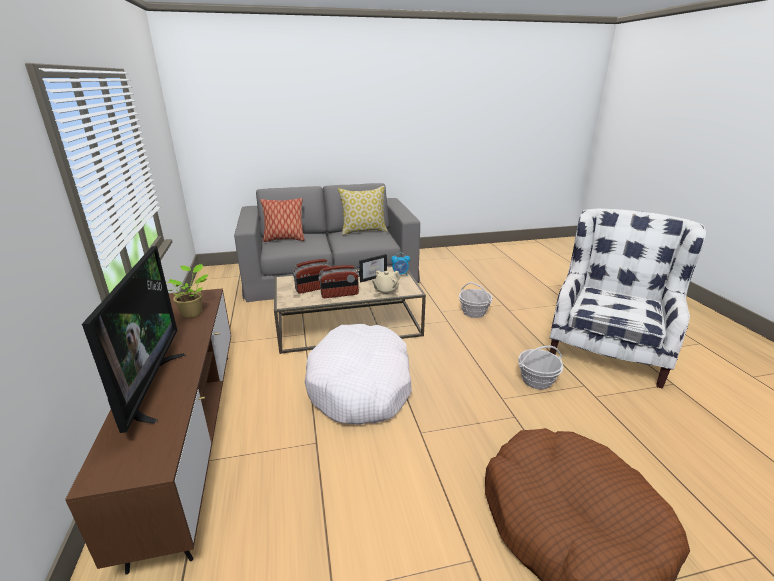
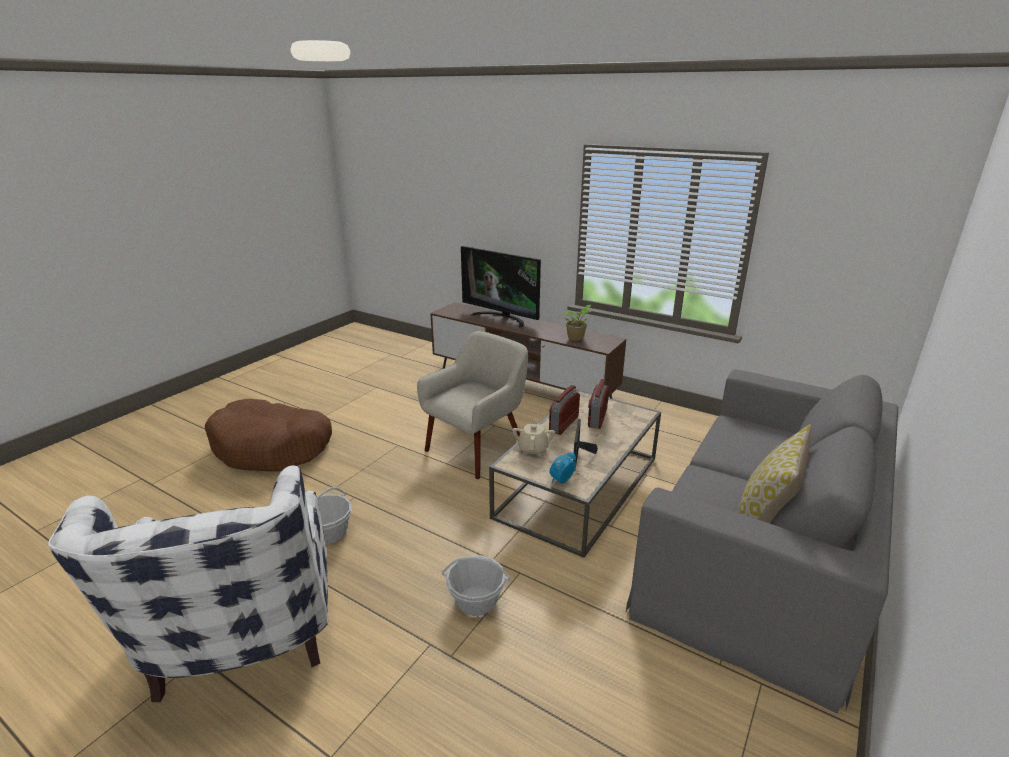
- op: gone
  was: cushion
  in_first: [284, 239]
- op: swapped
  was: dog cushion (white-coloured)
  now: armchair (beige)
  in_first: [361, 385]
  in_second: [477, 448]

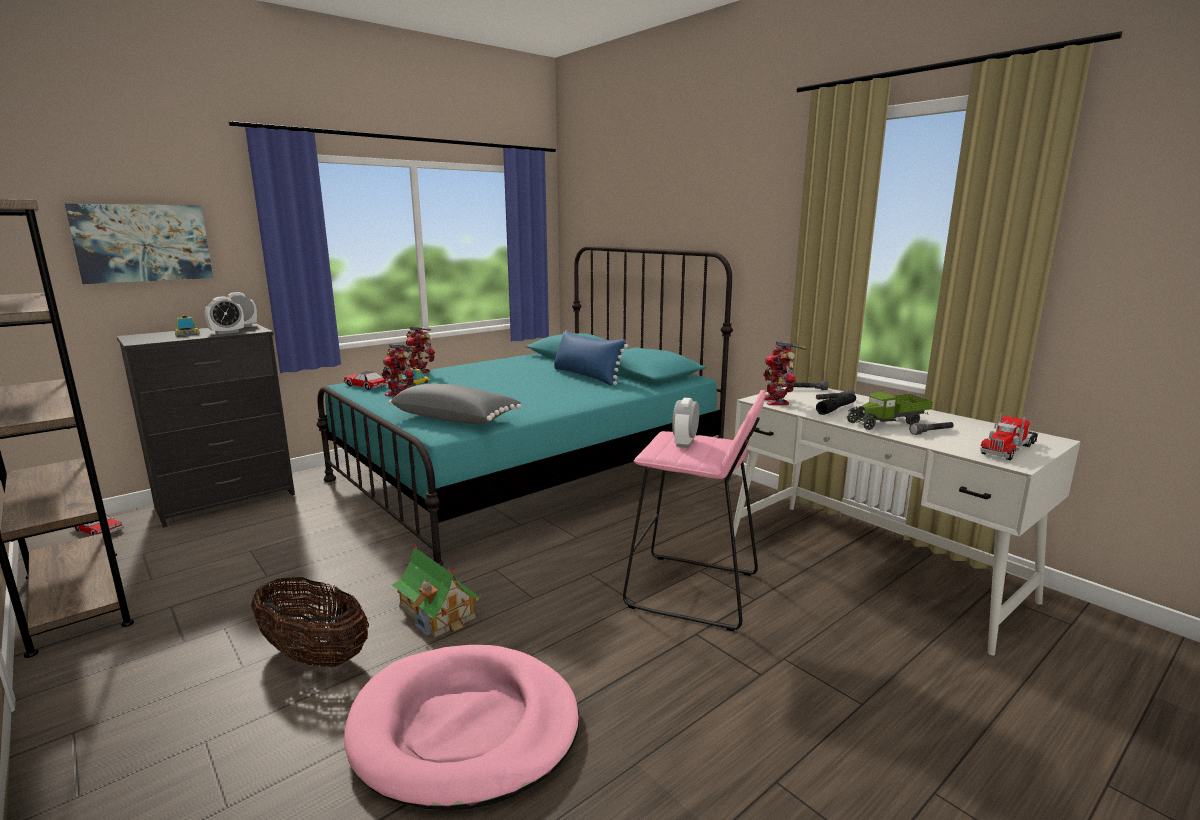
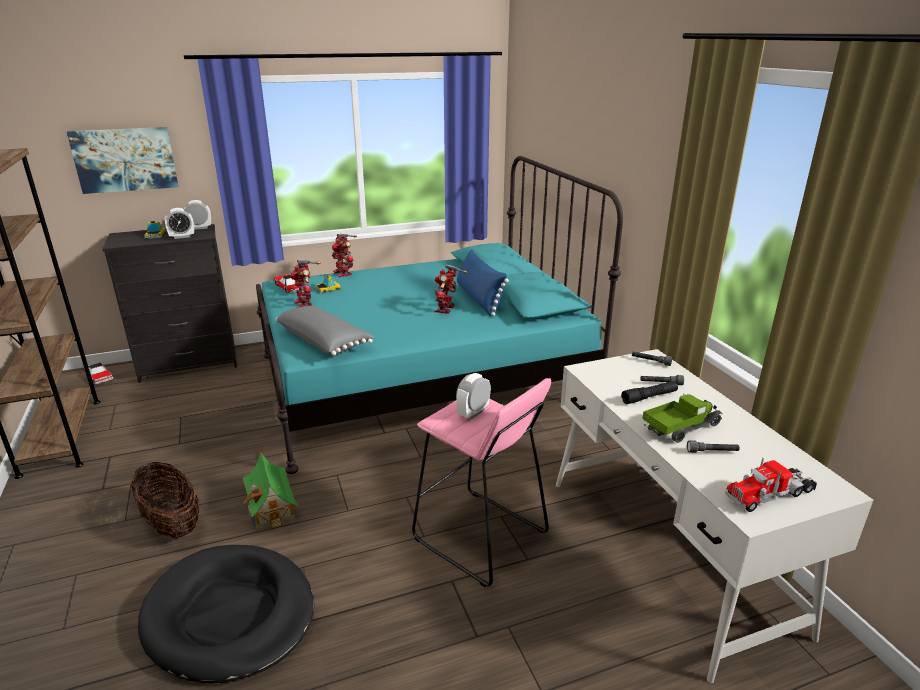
- op: shifted
  was: robot figure
  in_first: [777, 401]
  in_second: [446, 309]
- op: rotated
  was: toy truck
  in_first: [887, 423]
  in_second: [680, 428]
  clockwise: 150
- op: repainted
  was: dog cushion (pink)
  now: dog cushion (black)
  in_first: [465, 729]
  in_second: [230, 615]

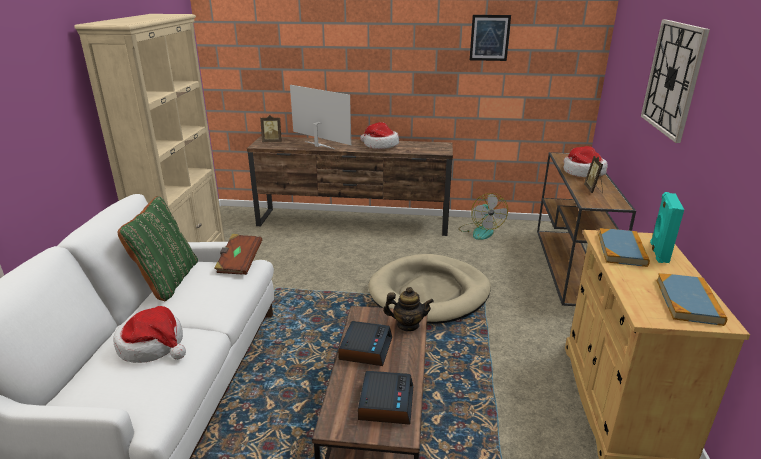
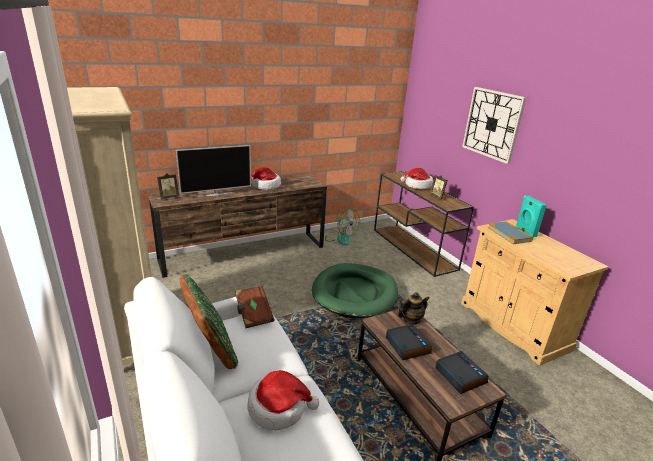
- op: gone
  was: wall art
  in_first: [489, 38]
- op: rotated
  was: TV set
  in_first: [319, 145]
  in_second: [216, 194]
  clockwise: 150
- op: repainted
  was: dog cushion (beige)
  now: dog cushion (green)
  in_first: [429, 293]
  in_second: [355, 293]
- op: gone
  was: bound book
  in_first: [688, 301]

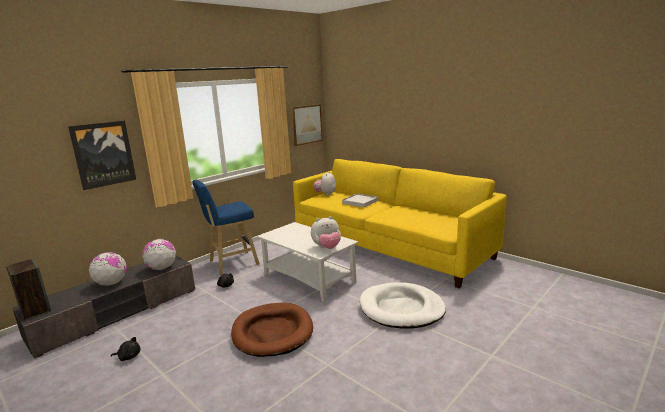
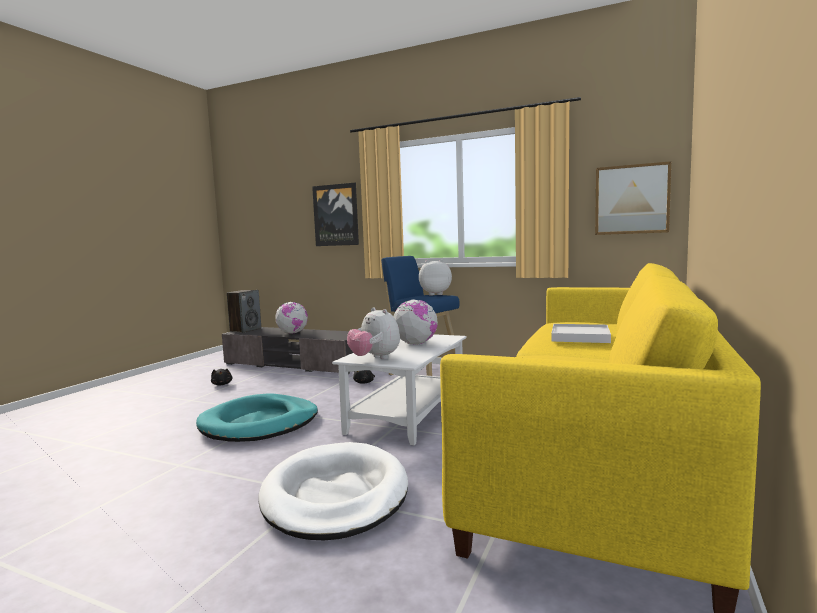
- op: shifted
  was: cuddly toy
  in_first: [325, 194]
  in_second: [435, 294]
- op: shifted
  was: globe
  in_first: [161, 268]
  in_second: [415, 344]
- op: repainted
  was: dog cushion (brownish)
  now: dog cushion (turquoise)
  in_first: [272, 332]
  in_second: [260, 423]

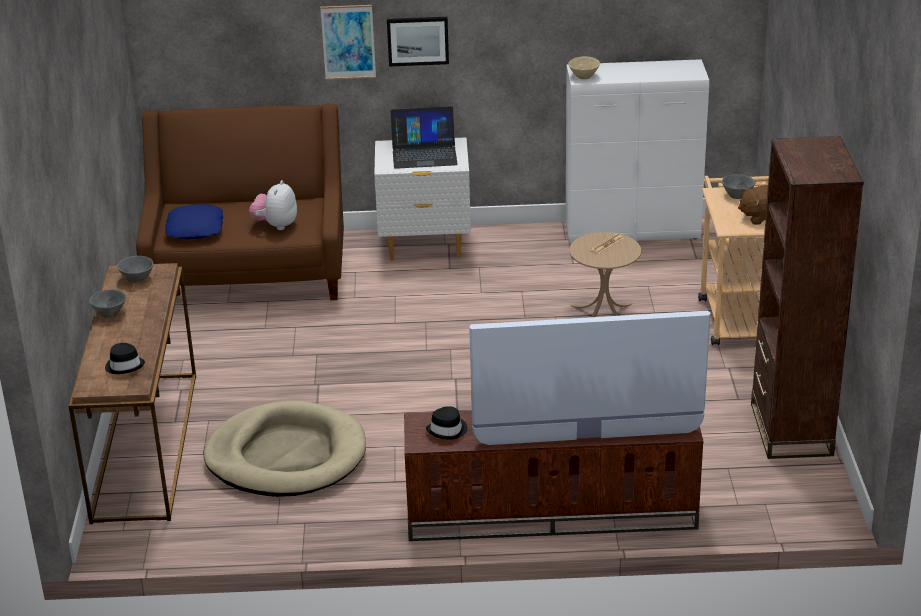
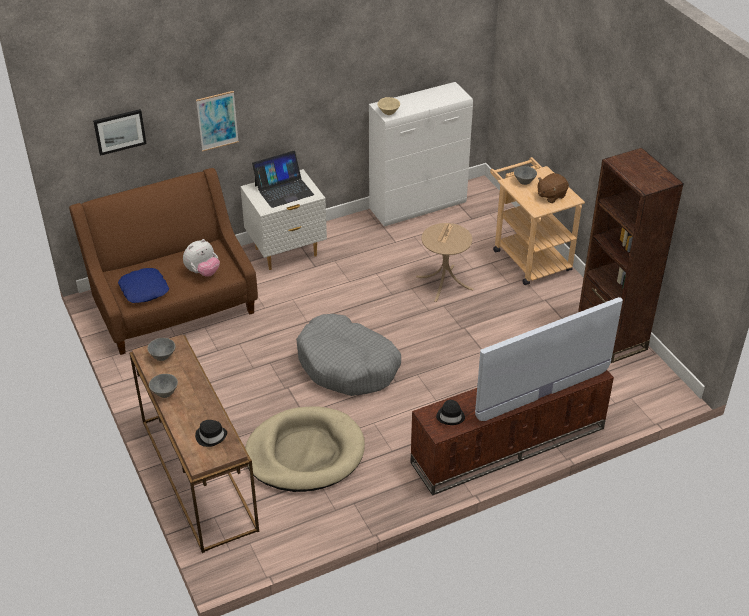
- op: shifted
  was: wall art
  in_first: [418, 40]
  in_second: [119, 131]
- op: rotated
  was: cuddly toy
  in_first: [276, 225]
  in_second: [203, 272]
  clockwise: -120
- op: new
  now: dog cushion (grey)
  in_second: [347, 365]

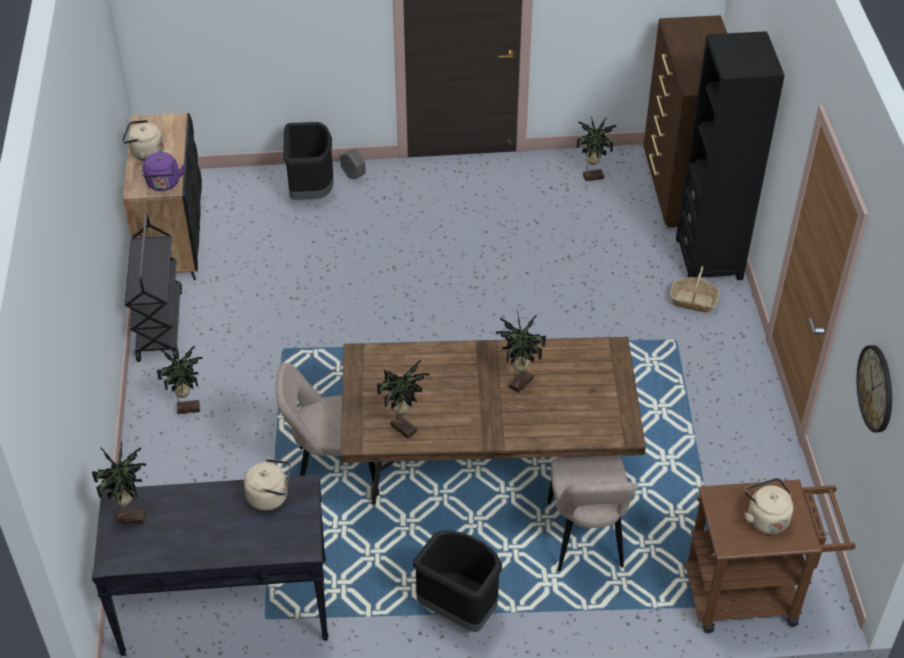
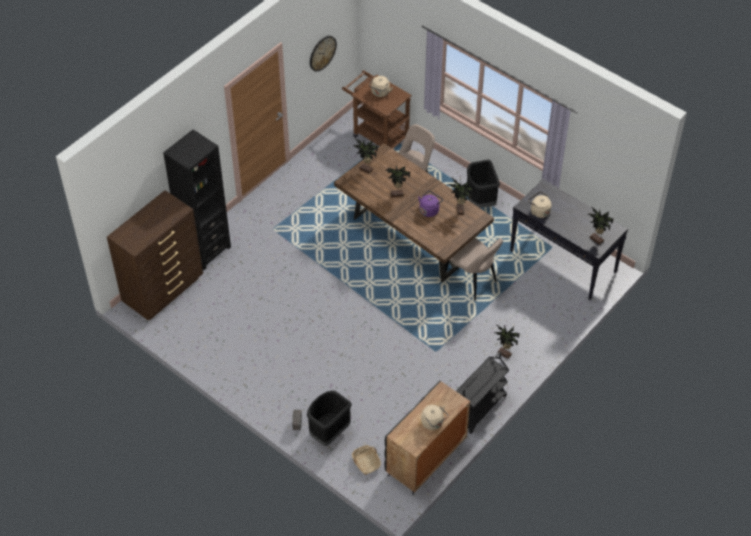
- op: shifted
  was: plant in a pot
  in_first: [592, 176]
  in_second: [365, 170]
- op: shifted
  was: water kettle (purple-coloured)
  in_first: [163, 184]
  in_second: [429, 210]
- op: shifted
  was: basket
  in_first: [693, 301]
  in_second: [366, 462]

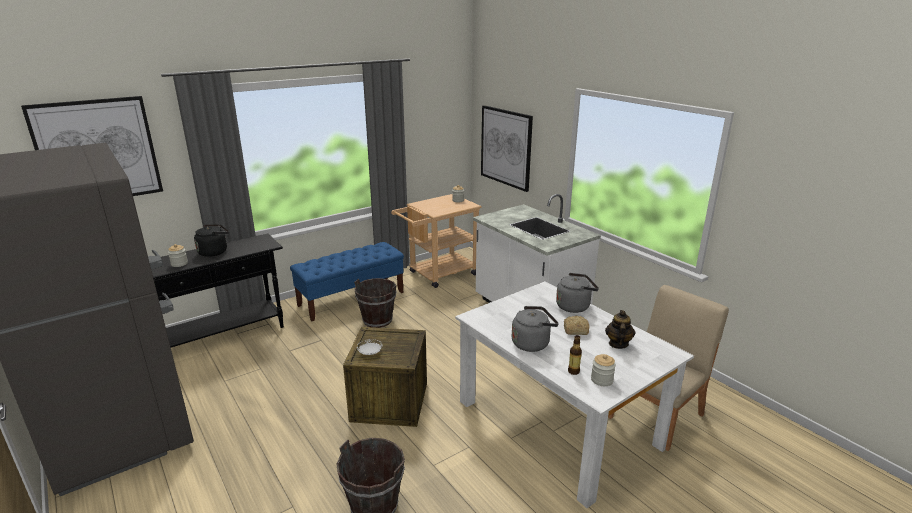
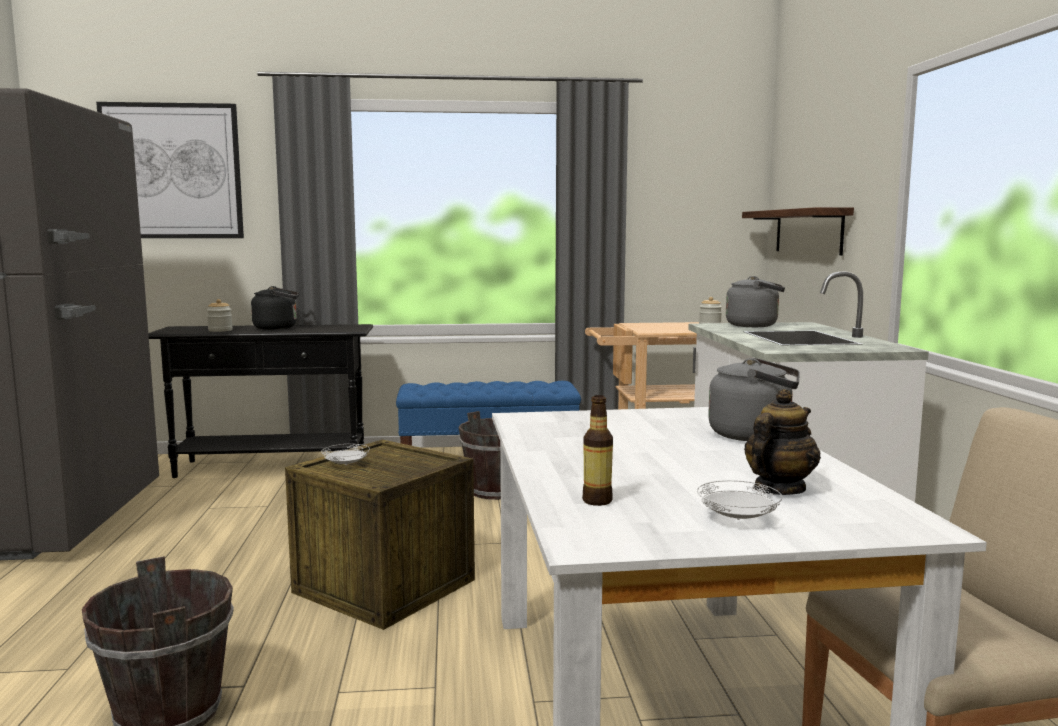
- op: swapped
  was: wall art
  now: wall shelf
  in_first: [506, 147]
  in_second: [808, 231]
- op: shifted
  was: water kettle (grey)
  in_first: [532, 343]
  in_second: [755, 325]
- op: gone
  was: baked bread
  in_first: [575, 330]
- op: gone
  was: preserve jar
  in_first: [601, 380]
- op: new
  now: flat dish (white-coloured)
  in_second: [737, 519]

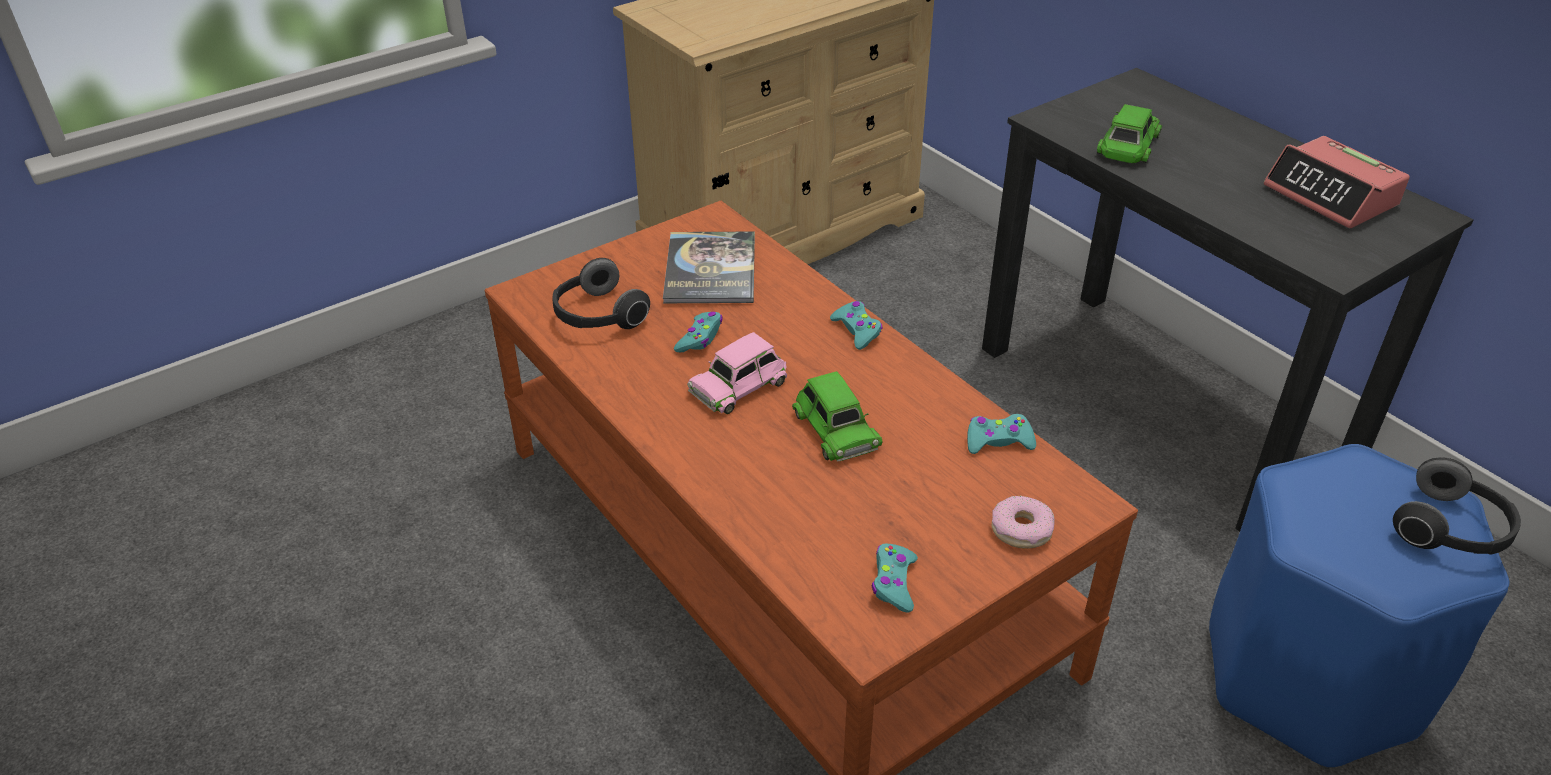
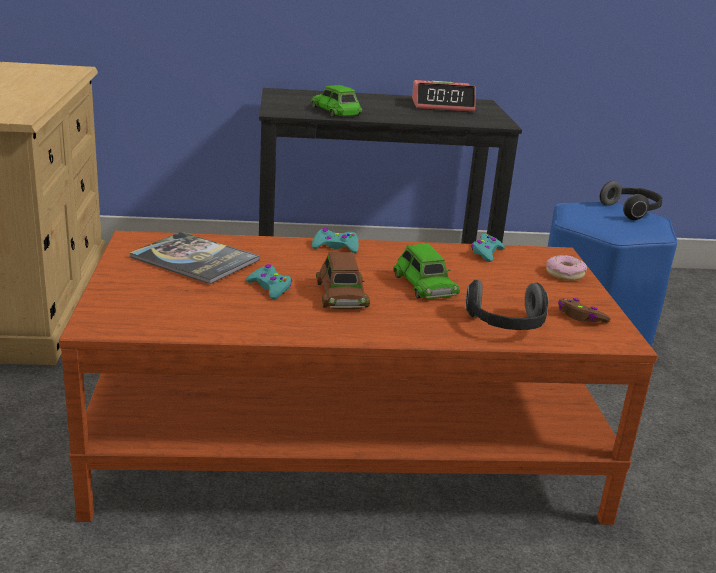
- op: shifted
  was: pair of headphones
  in_first: [598, 316]
  in_second: [506, 325]
- op: repainted
  was: miniature car (pink)
  now: miniature car (brownish)
  in_first: [739, 385]
  in_second: [341, 294]
- op: rotated
  was: miniature car (green)
  in_first: [835, 428]
  in_second: [424, 284]
  clockwise: 60
- op: repainted
  was: gamepad (turquoise)
  now: gamepad (brownish)
  in_first: [894, 583]
  in_second: [580, 317]

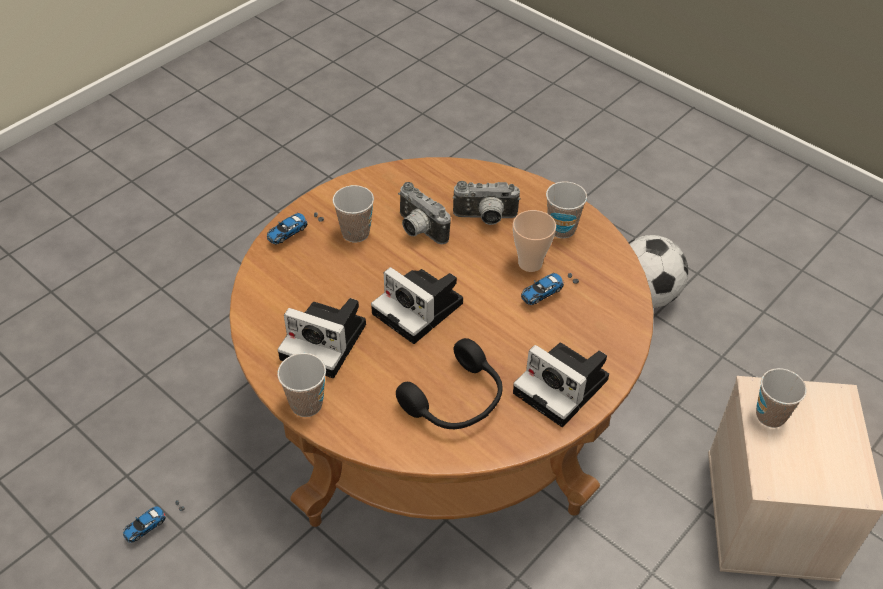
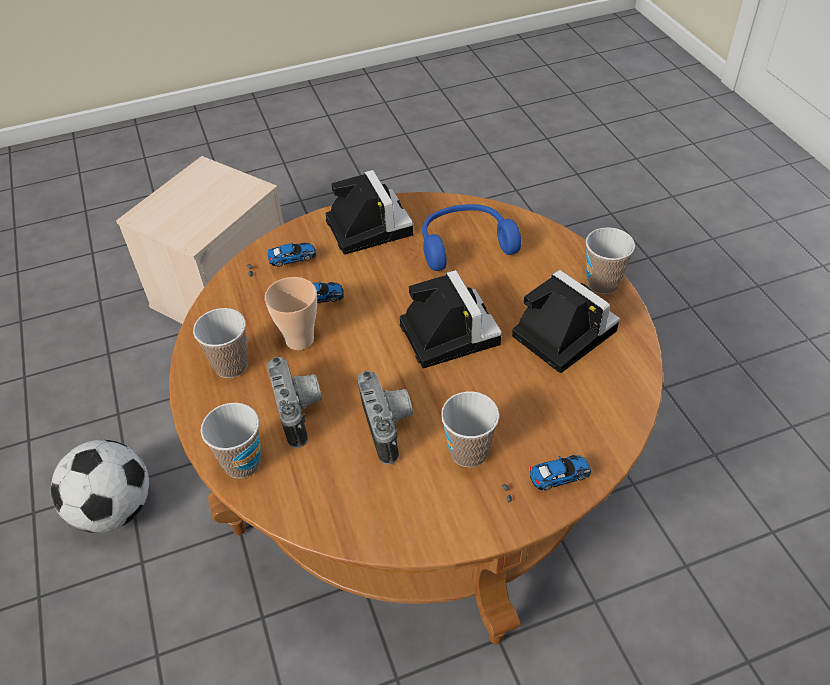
- op: rotated
  was: photo camera
  in_first: [485, 218]
  in_second: [301, 411]
  clockwise: 45
- op: repainted
  was: pair of headphones (black)
  now: pair of headphones (blue)
  in_first: [456, 401]
  in_second: [465, 244]
- op: shifted
  was: cup
  in_first: [770, 416]
  in_second: [242, 463]
- op: shifted
  was: miniature car
  in_first: [155, 524]
  in_second: [282, 265]

